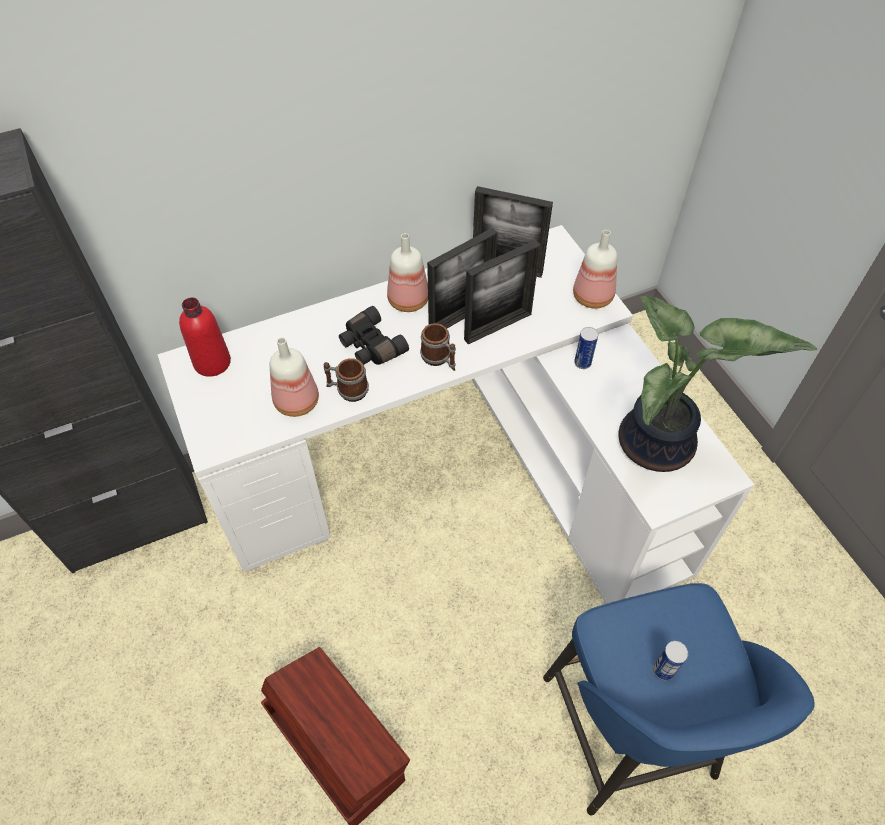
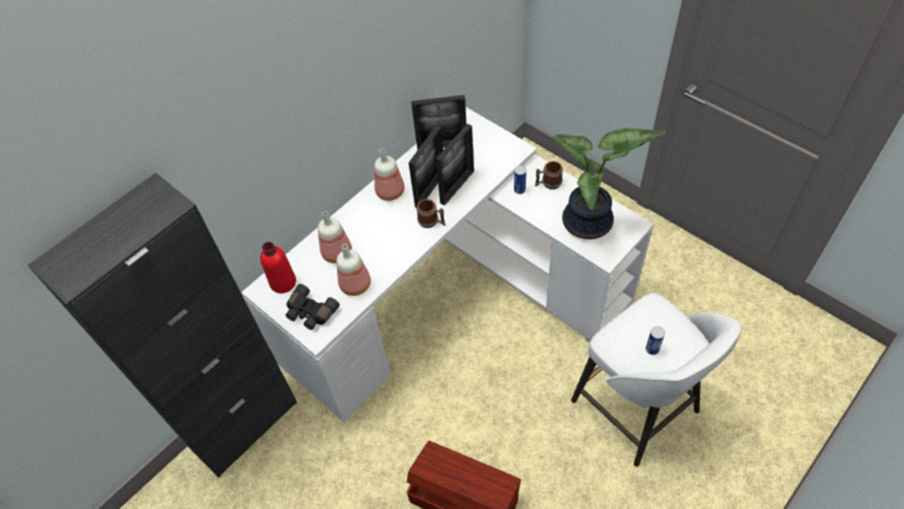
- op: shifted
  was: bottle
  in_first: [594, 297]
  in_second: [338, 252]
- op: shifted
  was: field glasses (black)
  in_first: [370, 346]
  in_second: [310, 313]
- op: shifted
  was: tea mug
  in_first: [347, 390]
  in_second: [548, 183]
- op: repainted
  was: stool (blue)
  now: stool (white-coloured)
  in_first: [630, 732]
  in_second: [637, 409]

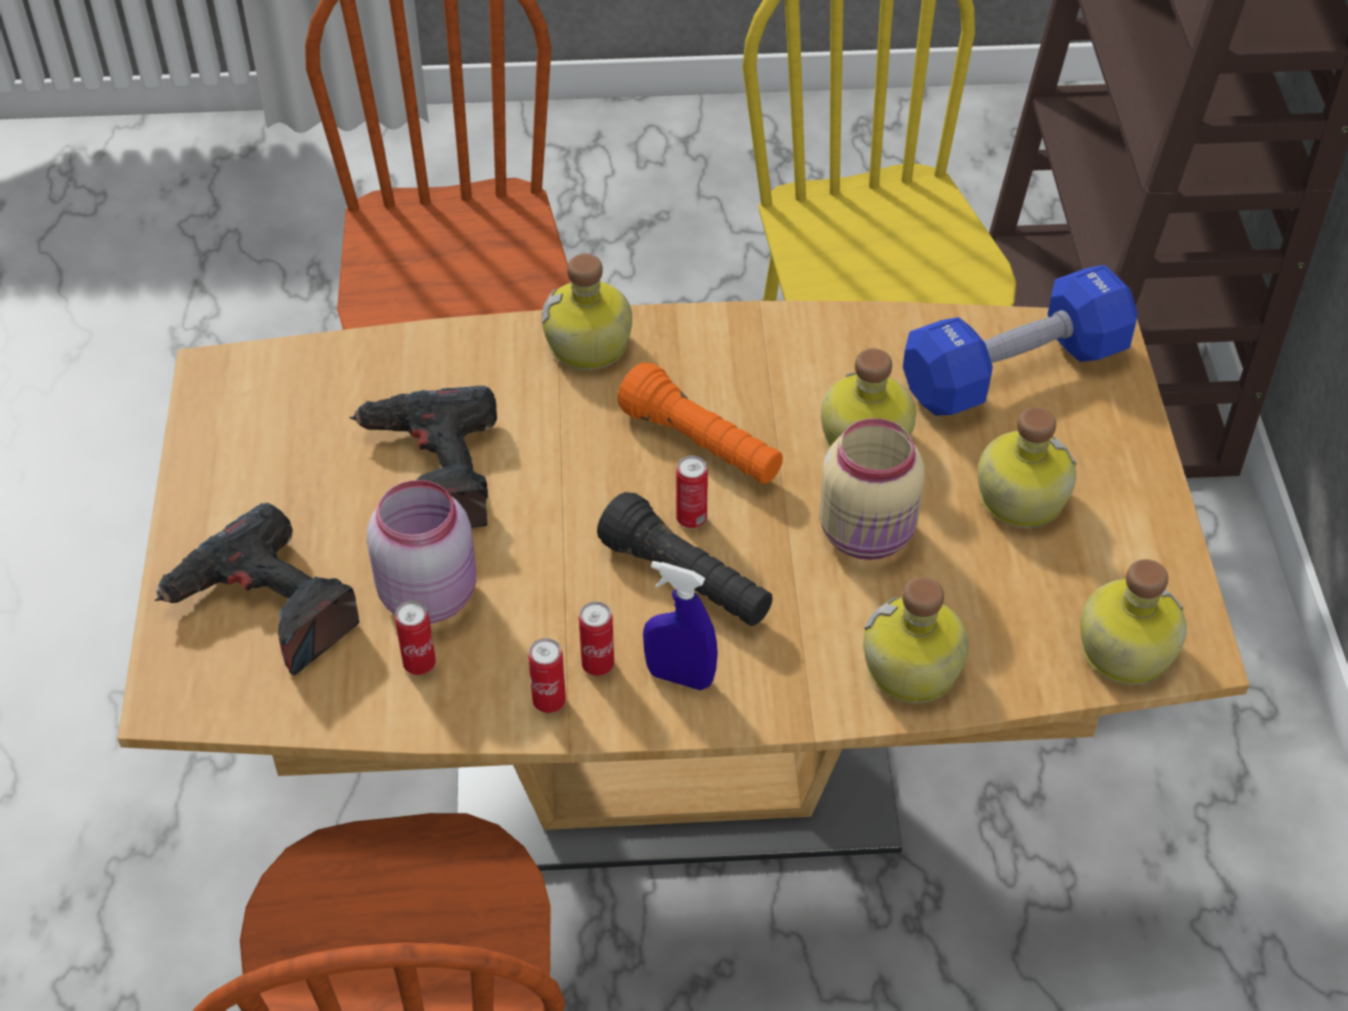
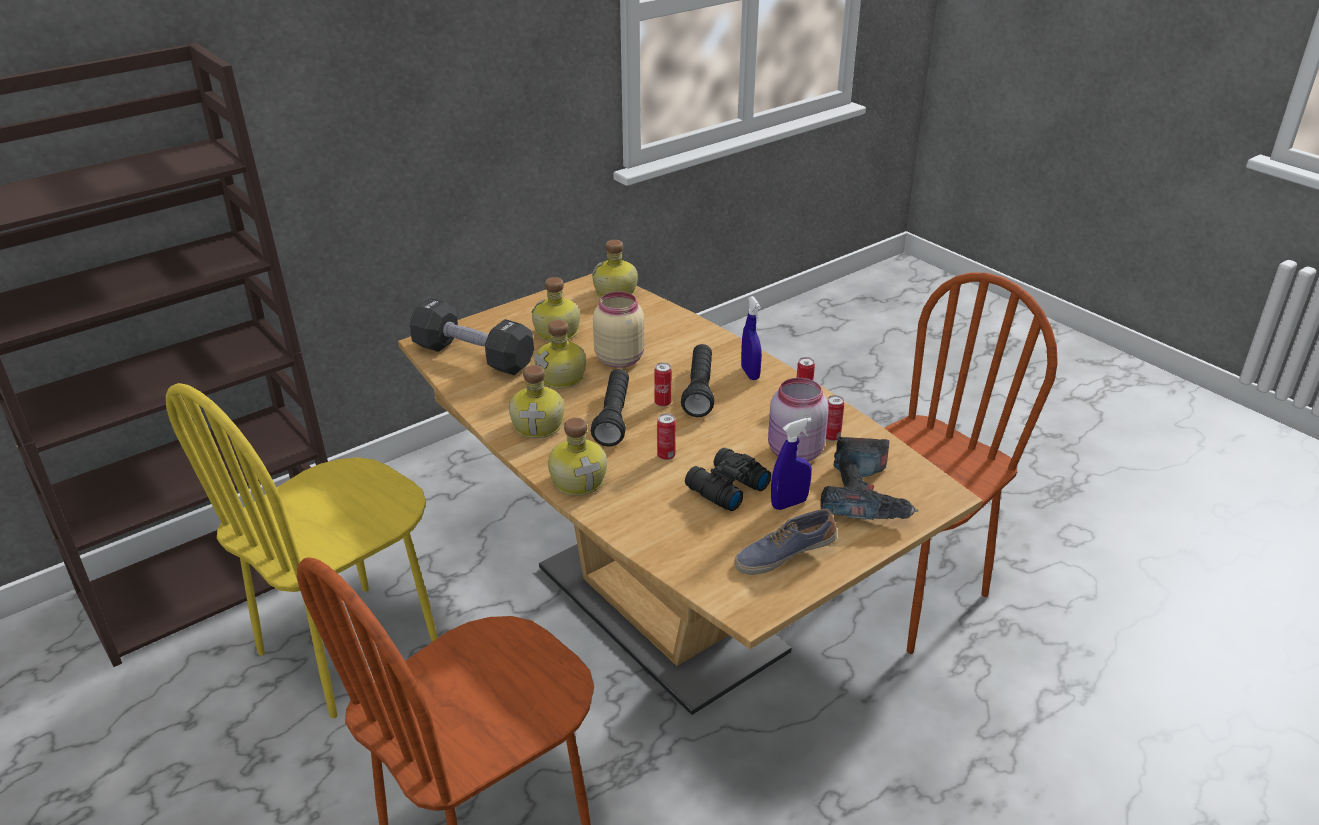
- op: repainted
  was: hand weight (blue)
  now: hand weight (black)
  in_first: [1014, 371]
  in_second: [473, 356]
- op: repainted
  was: hand torch (orange)
  now: hand torch (black)
  in_first: [701, 445]
  in_second: [613, 418]
- op: swapped
  was: electric drill
  now: field glasses (black)
  in_first: [432, 473]
  in_second: [725, 488]
- op: shifted
  was: bottle
  in_first: [912, 671]
  in_second: [539, 425]
- op: shifted
  was: metal can
  in_first: [598, 665]
  in_second: [666, 456]
- op: new
  now: sprayer (blue)
  in_second: [789, 503]
- op: new
  now: item of footwear
  in_second: [784, 555]

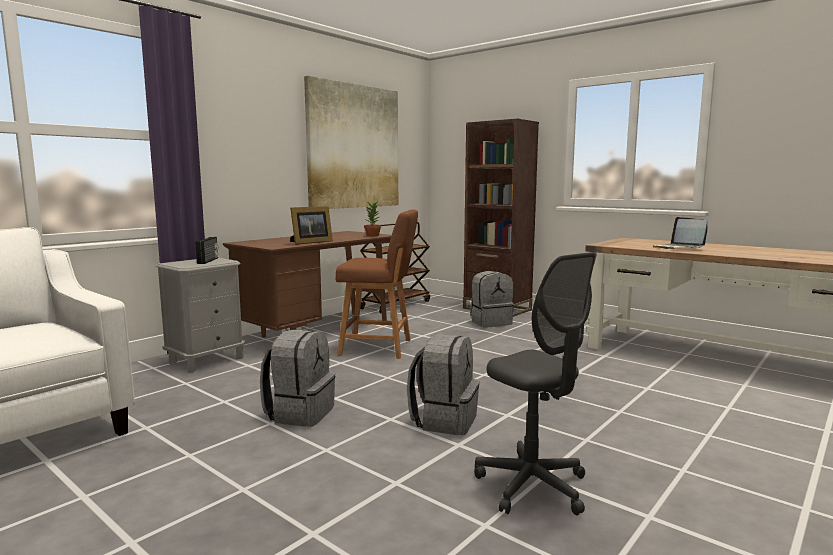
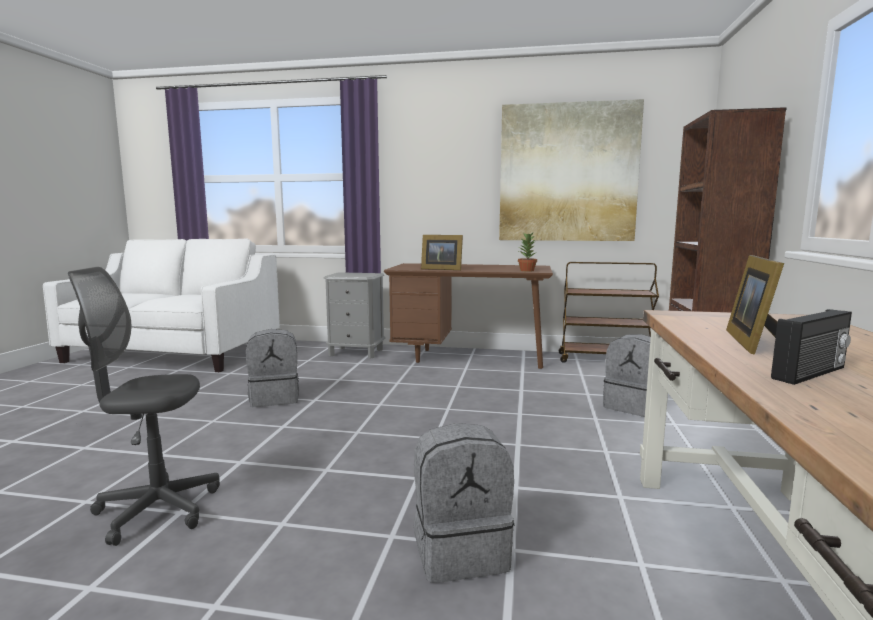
- op: gone
  was: stool (brownish)
  in_first: [380, 347]
- op: swapped
  was: laptop
  now: picture frame
  in_first: [678, 248]
  in_second: [753, 342]
- op: shifted
  was: radio set
  in_first: [208, 261]
  in_second: [811, 373]
- op: rotated
  was: computer chair (grey)
  in_first: [532, 486]
  in_second: [157, 510]
  clockwise: 60
- op: shifted
  was: rucksack (grey)
  in_first: [444, 420]
  in_second: [461, 551]

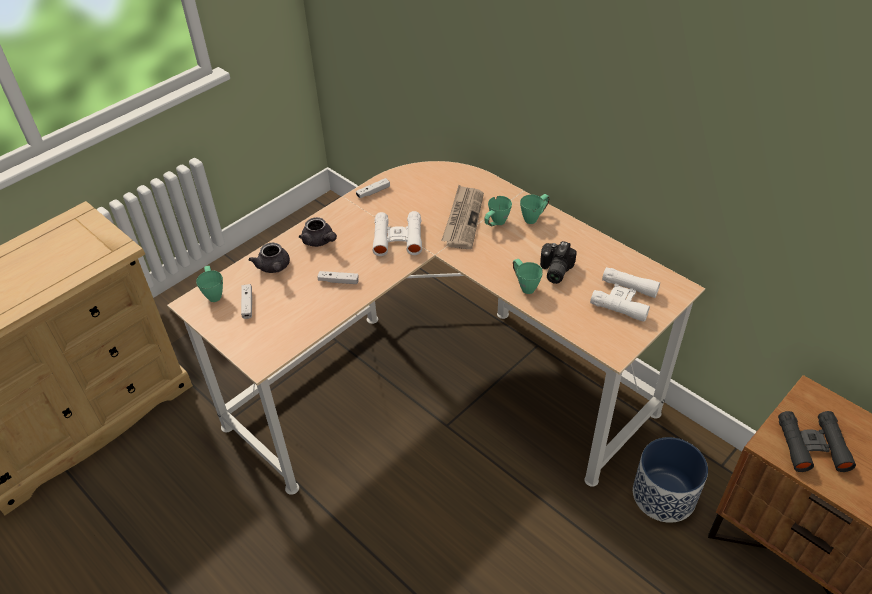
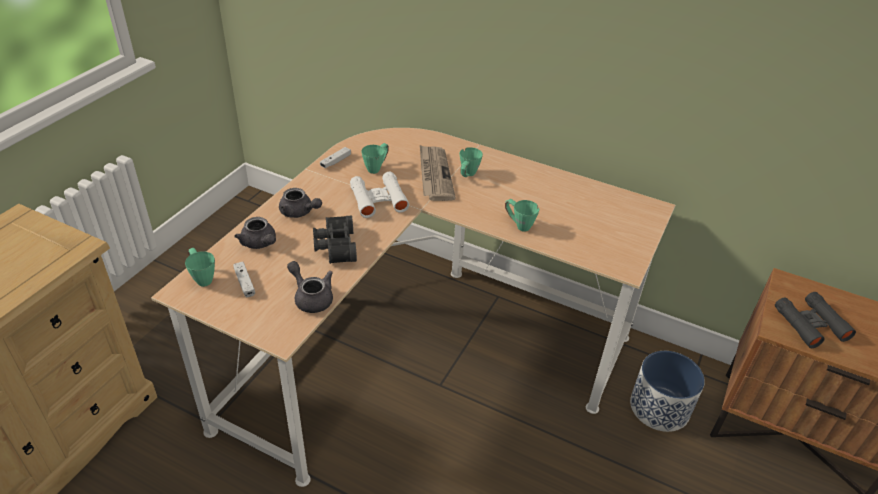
- op: shifted
  was: tea mug (green)
  in_first: [534, 217]
  in_second: [376, 167]
- op: gone
  was: photo camera
  in_first: [554, 270]
- op: gone
  was: field glasses (white-coloured)
  in_first: [624, 299]
- op: swapped
  was: gamepad (white-coloured)
  now: field glasses (black)
  in_first: [338, 281]
  in_second: [334, 246]
- op: new
  now: teapot (grey)
  in_second: [311, 297]

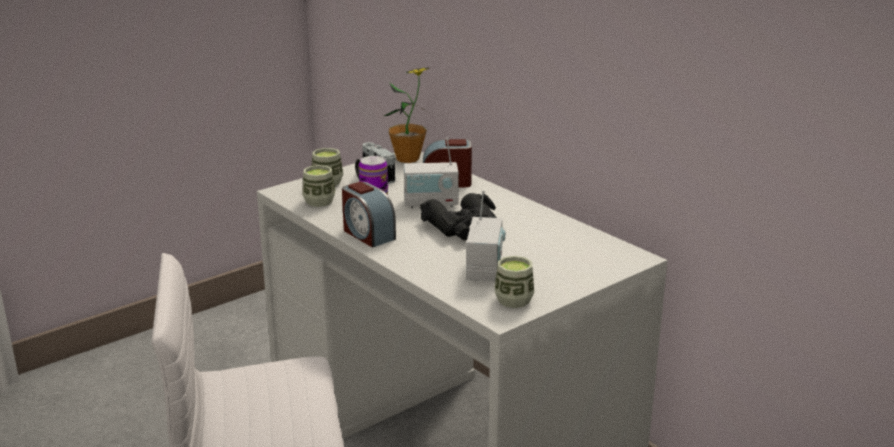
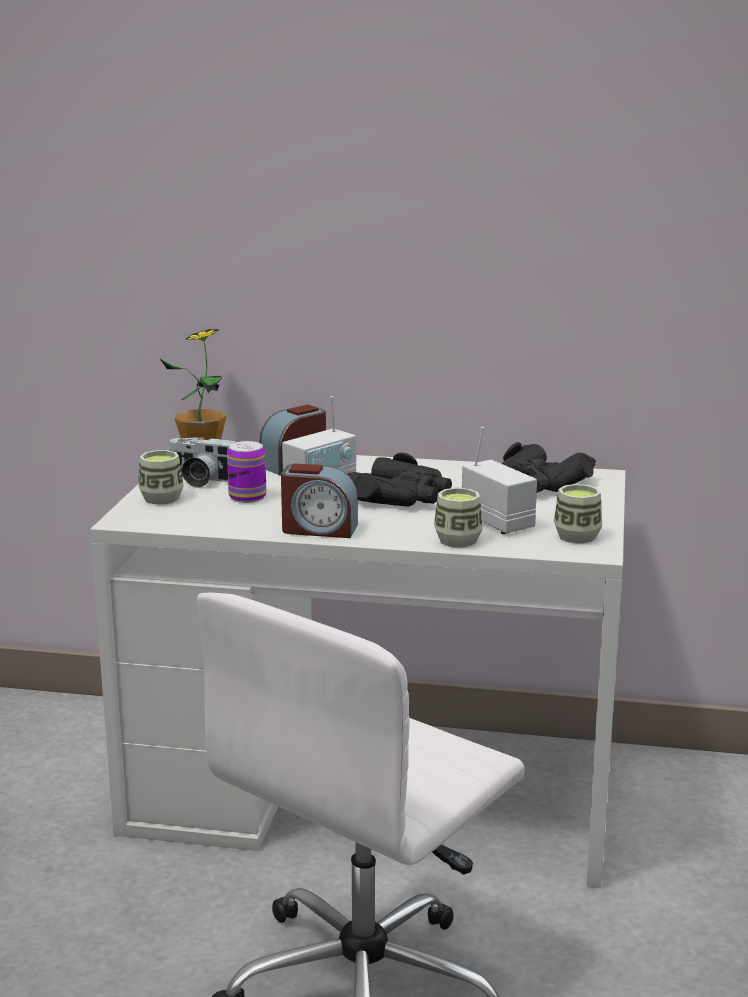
- op: shifted
  was: cup
  in_first: [319, 201]
  in_second: [457, 540]
- op: new
  now: field glasses (black)
  in_second: [539, 483]

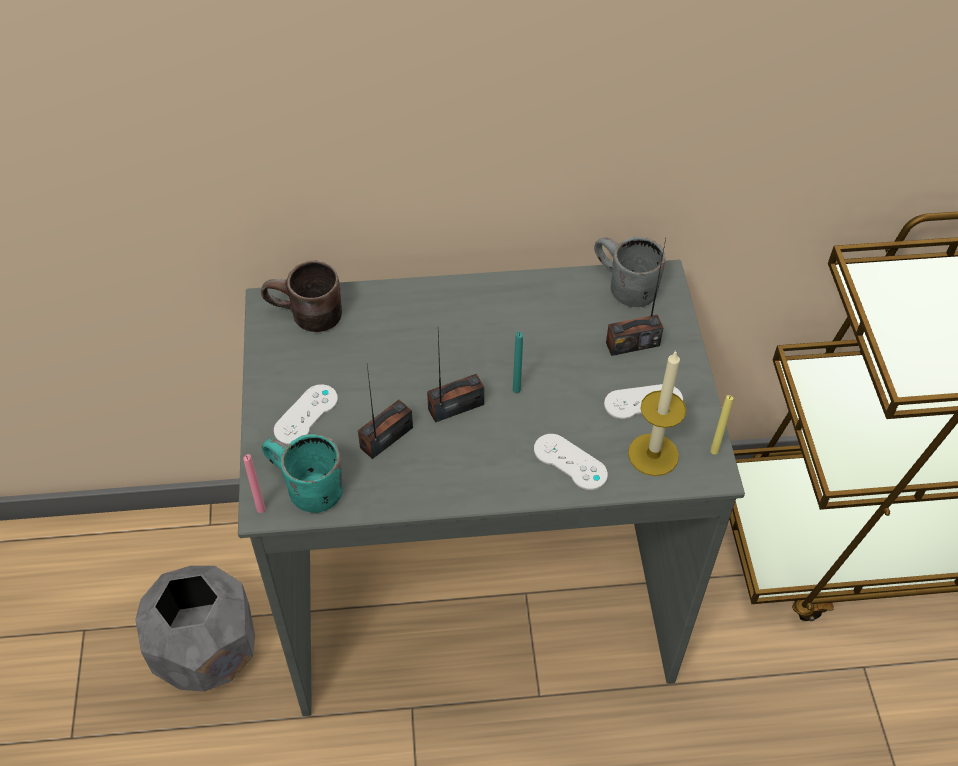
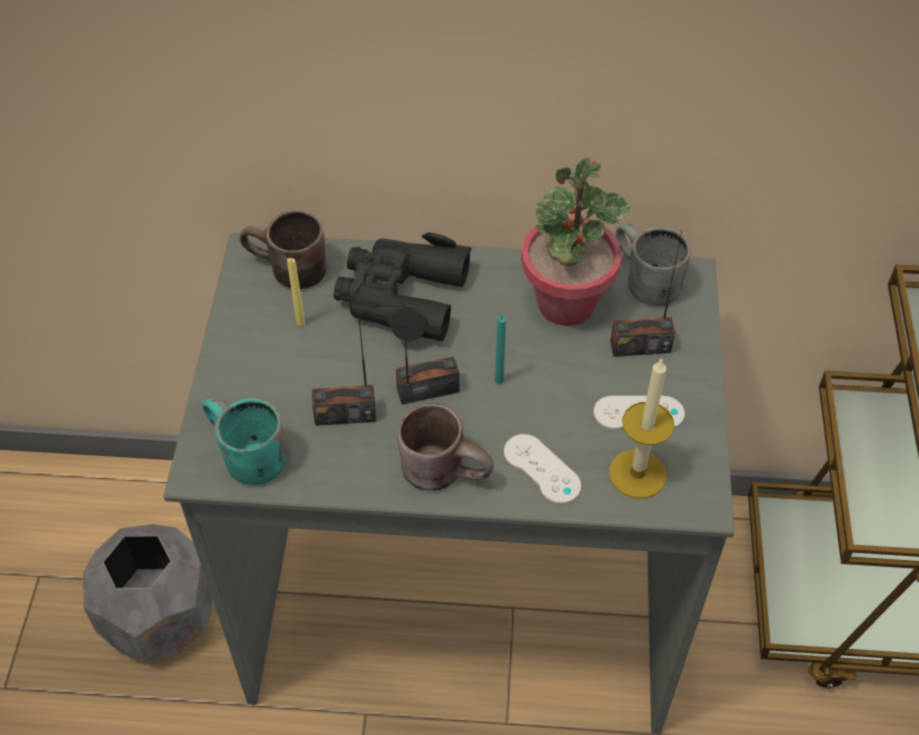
- op: rotated
  was: radio set
  in_first: [387, 438]
  in_second: [345, 414]
  clockwise: -150
- op: gone
  was: gamepad (white-coloured)
  in_first: [306, 415]
- op: shifted
  was: candle (yellow-coloured)
  in_first: [714, 451]
  in_second: [301, 323]
- op: gone
  was: candle (pink)
  in_first: [261, 509]
- op: new
  now: plant in a pot
  in_second: [566, 303]
- op: new
  now: field glasses (black)
  in_second: [401, 296]
- op: new
  now: tea mug (brownish)
  in_second: [446, 468]

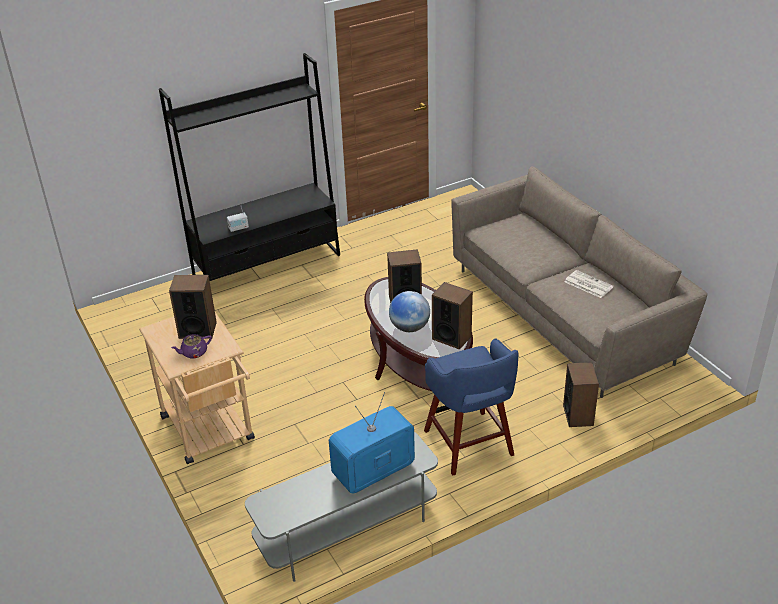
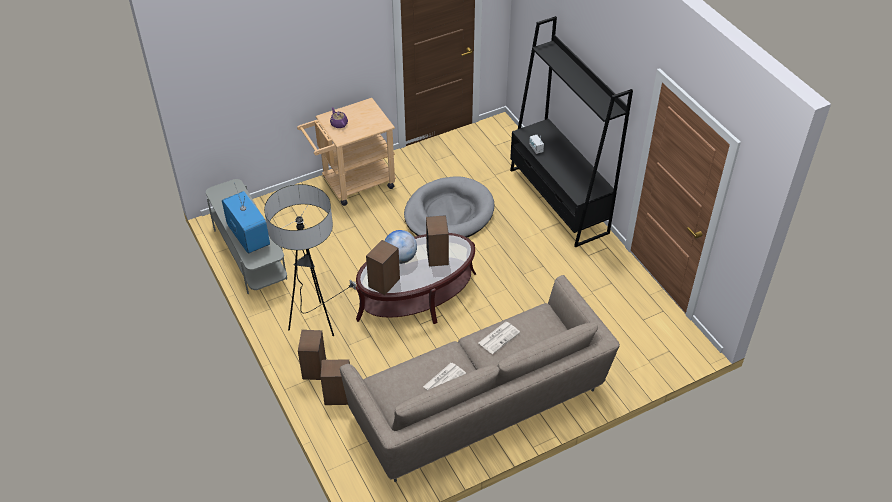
- op: shifted
  was: audio speaker
  in_first: [197, 330]
  in_second: [314, 369]
- op: swapped
  was: stool (blue)
  now: standard lamp
  in_first: [469, 445]
  in_second: [316, 323]
- op: new
  now: dog cushion (grey)
  in_second: [449, 213]
- op: new
  now: newspaper
  in_second: [499, 337]

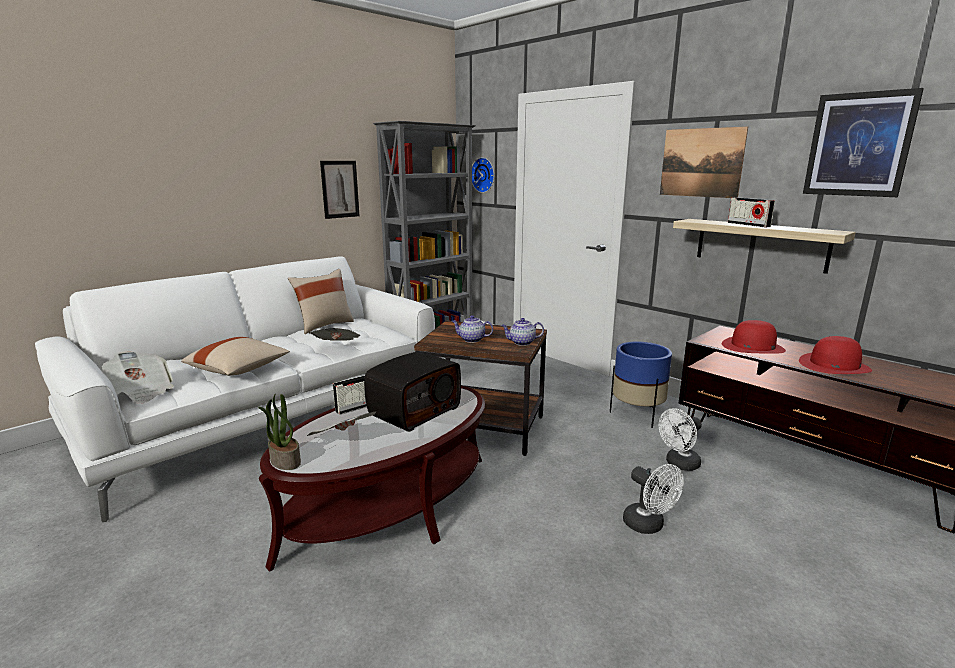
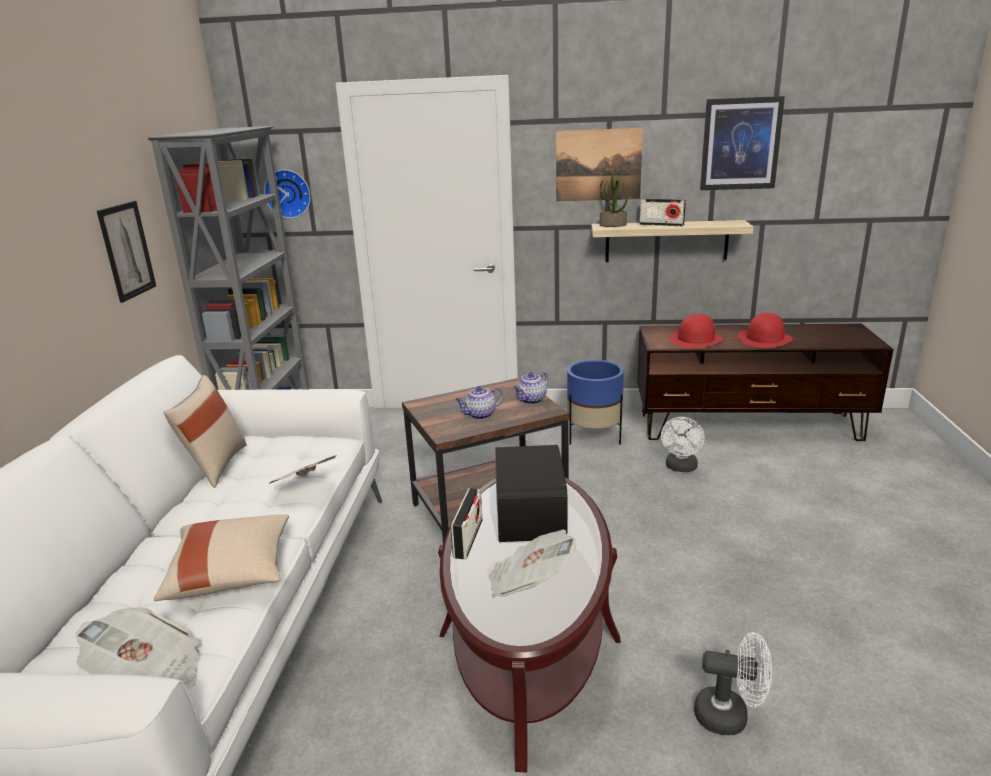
- op: shifted
  was: plant in a pot
  in_first: [284, 461]
  in_second: [612, 225]
- op: shifted
  was: electric fan (white-coloured)
  in_first: [648, 526]
  in_second: [730, 716]

